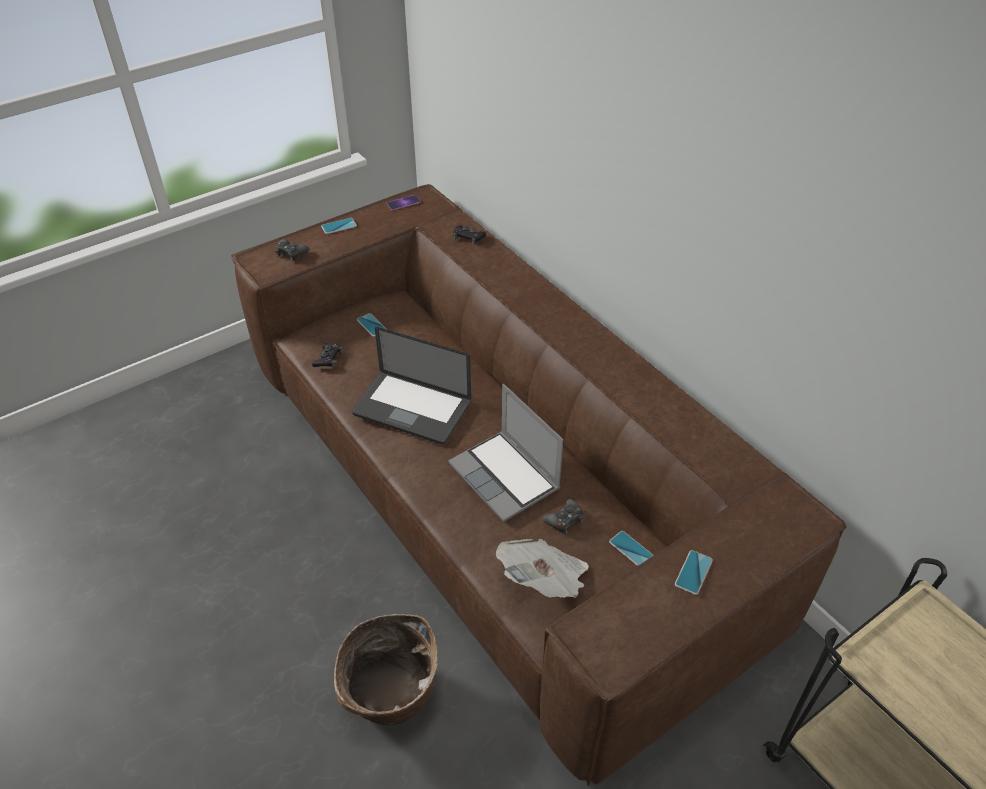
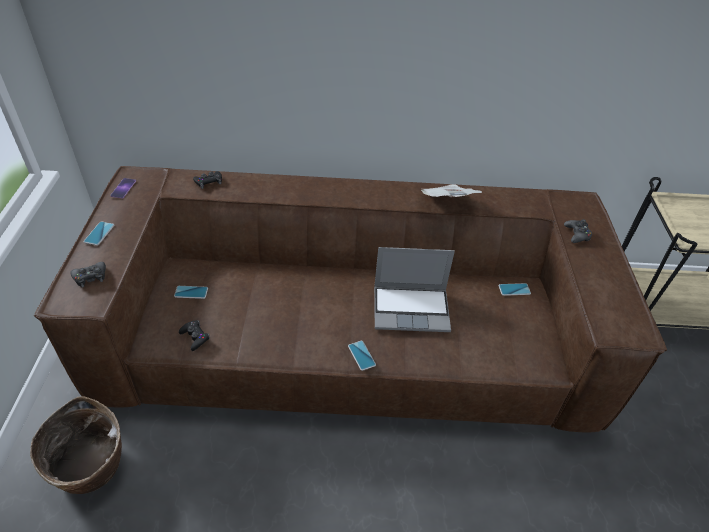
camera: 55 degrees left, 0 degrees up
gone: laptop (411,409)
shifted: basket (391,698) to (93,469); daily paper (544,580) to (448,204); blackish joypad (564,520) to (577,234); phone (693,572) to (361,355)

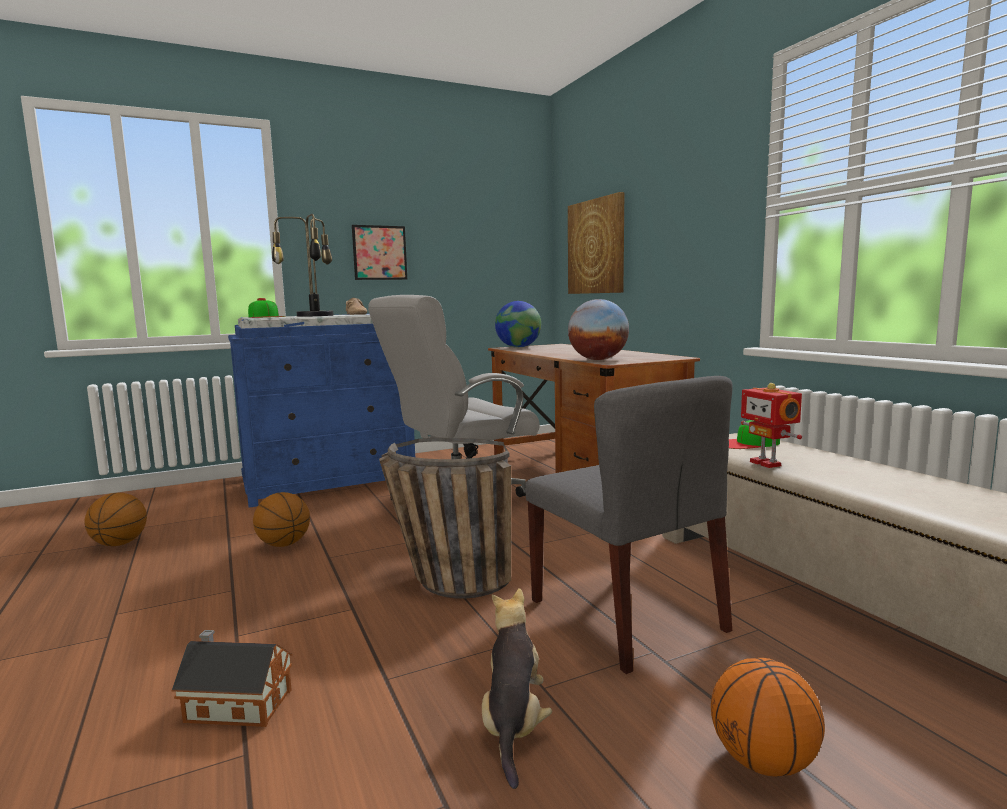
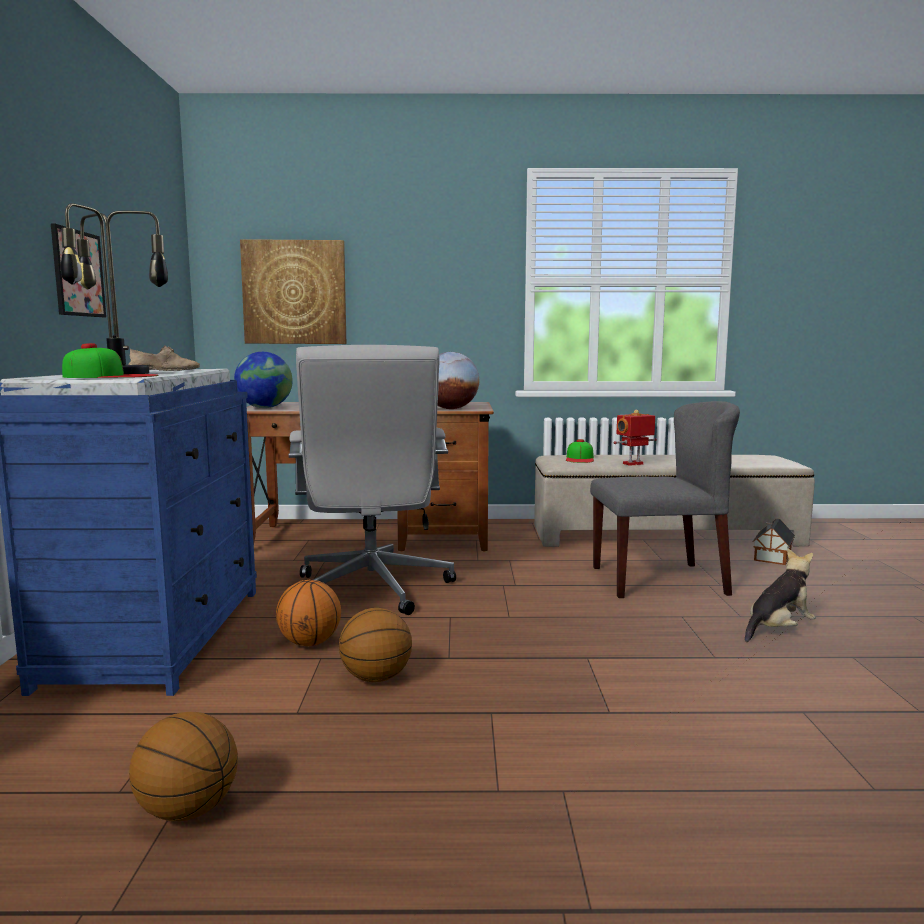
camera: 65 degrees left, 0 degrees up
gone: basket (441,581)
shifted: model house (235,704) to (771,557); basketball (763,761) to (310,643)
rotated: plush toy (514,724) = (778,629) 120 degrees clockwise; robot figure (767,463) = (633,464) 150 degrees clockwise

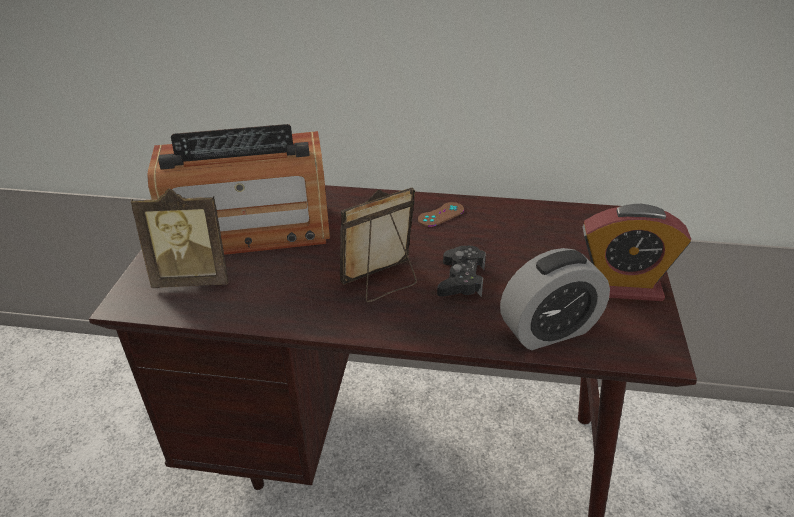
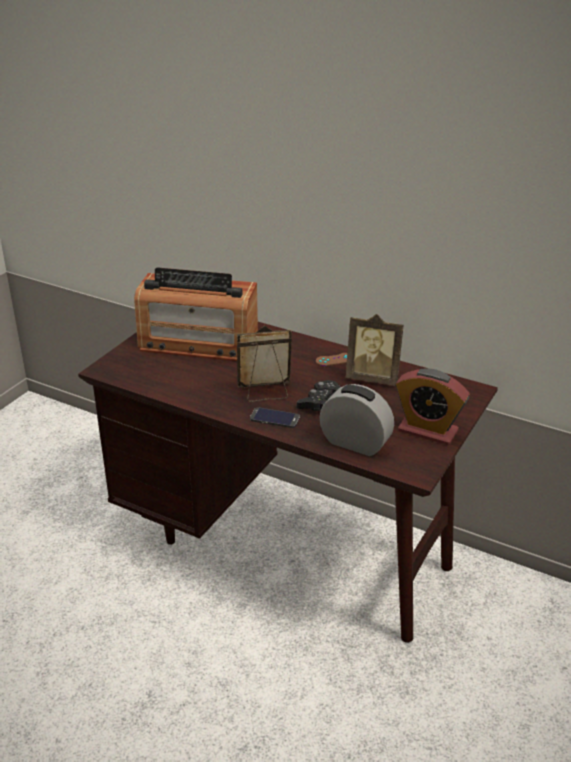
camera: 20 degrees right, 5 degrees down
new: phone (274,418)
shifted: picture frame (194,278) to (373,378)
rotated: table clock (549,330) = (355,443) 150 degrees counterclockwise

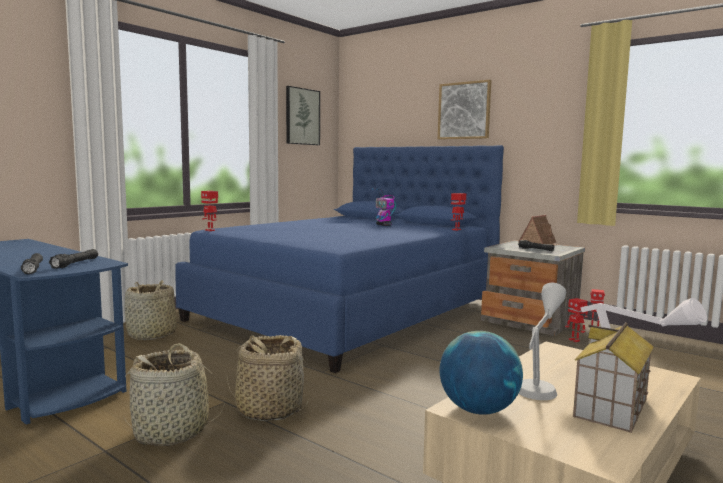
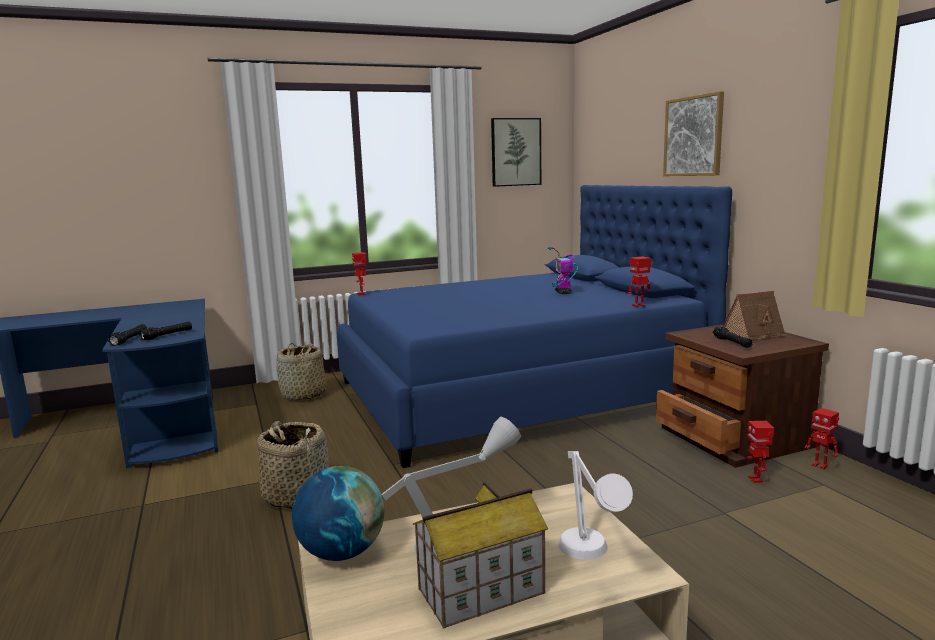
camera: 30 degrees right, 5 degrees up
gone: basket (172,431)
repainted: grey night table (529,321) to brownish night table (732,438)

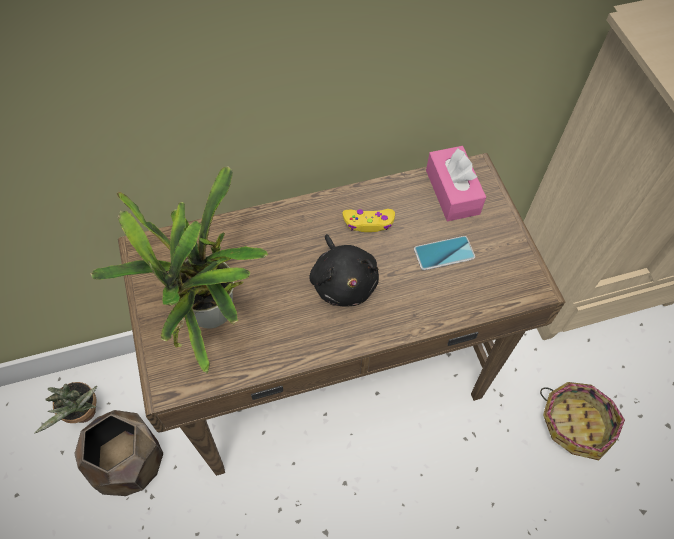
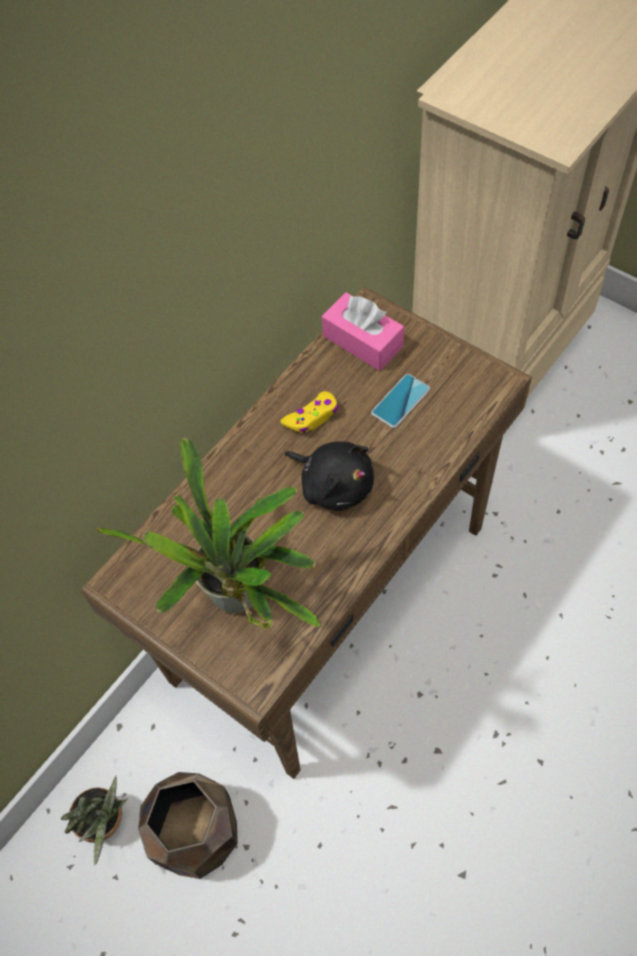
camera: 30 degrees left, 0 degrees up
gone: basket (576,423)

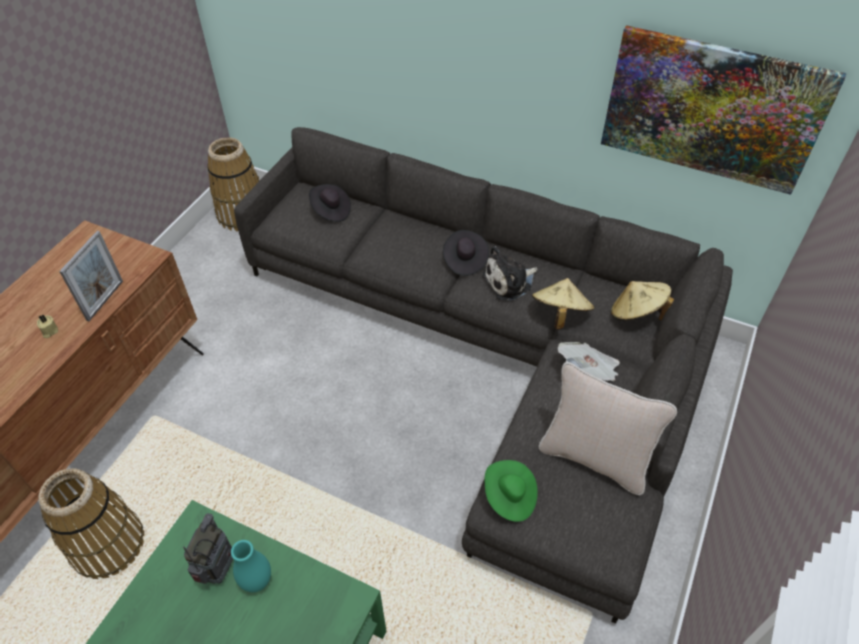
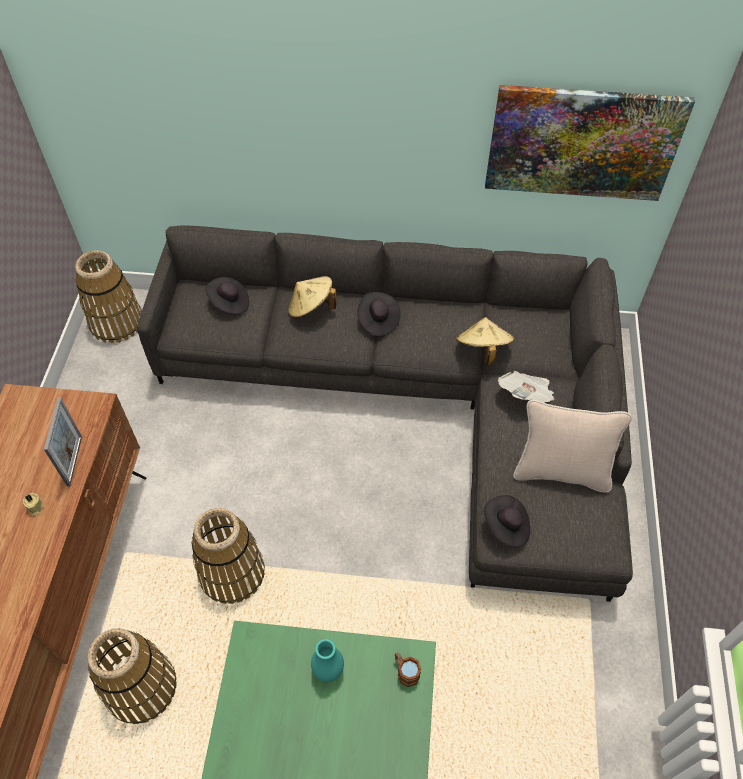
camera: 20 degrees left, 5 degrees up
gone: radio set (218,568); plush toy (510,282)
new: basket (231,572); mug (405,671)
shifted: beige-coloured clothing hat (637,314) to (311,308)
repainted: greenish clothing hat (509,497) to blackish clothing hat (506,527)

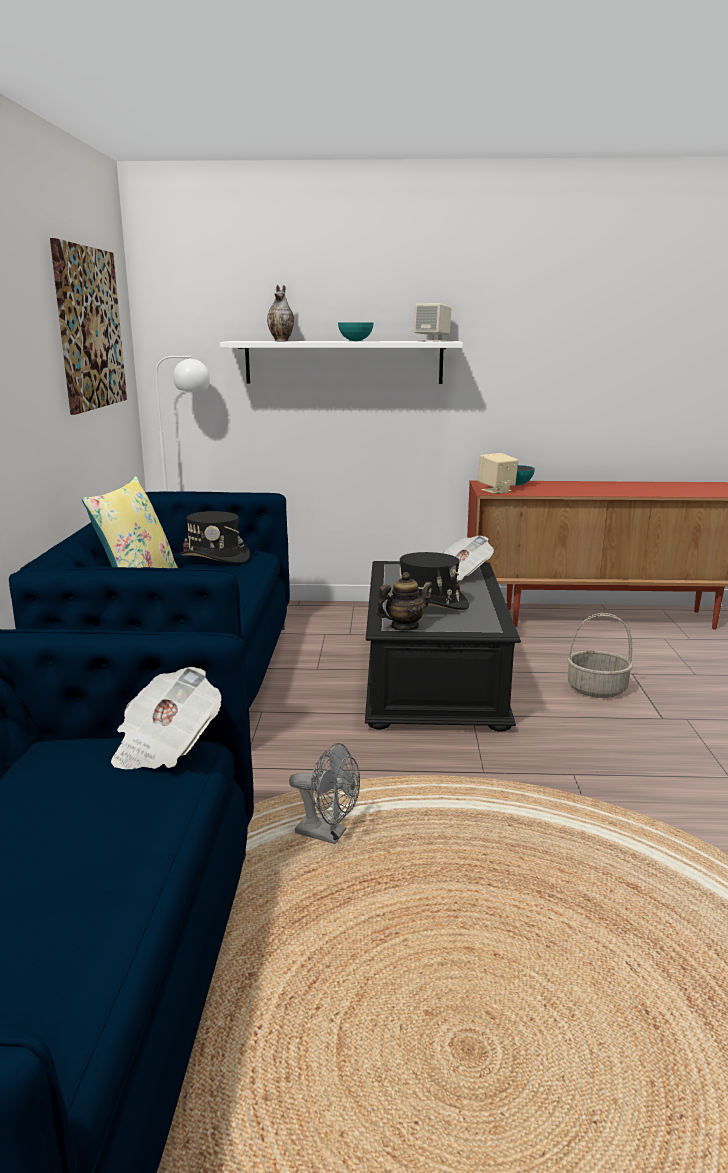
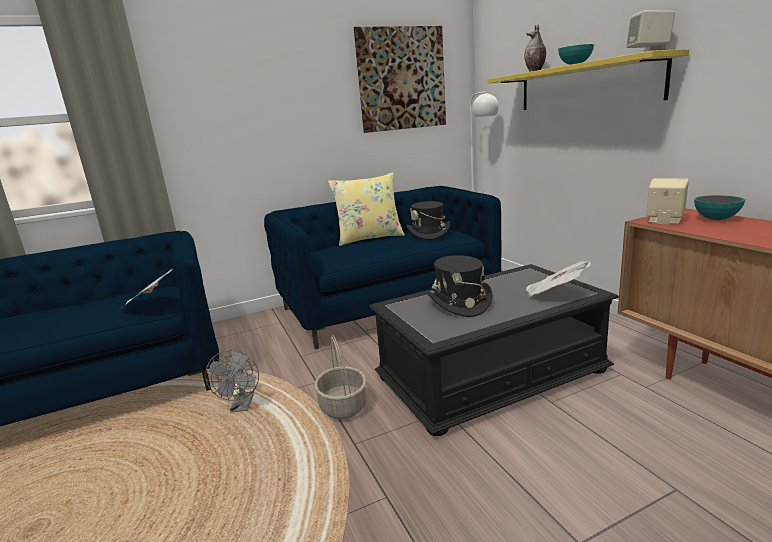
camera: 65 degrees right, 0 degrees up
gone: tea pot (404,626)
shifted: basket (597,689) to (344,406)
repainted: white-coloured bracket shelf (344,362) to yellowish bracket shelf (585,86)

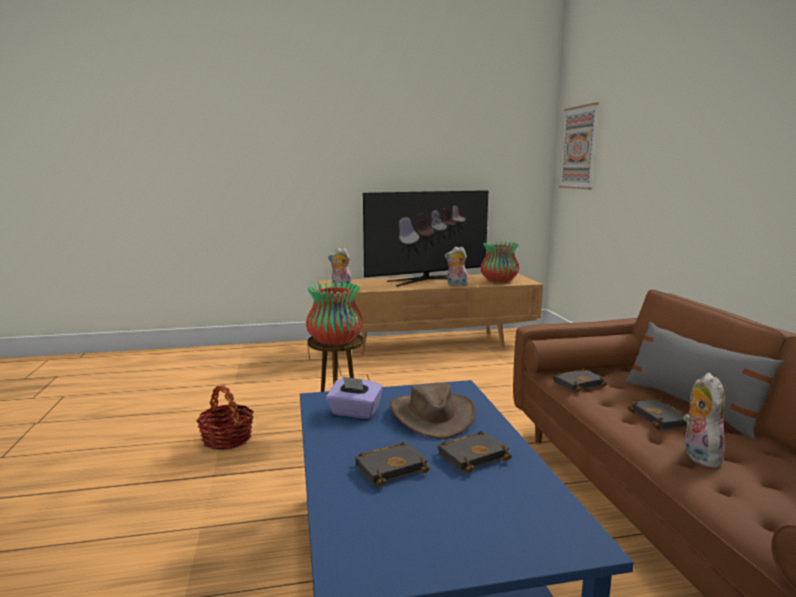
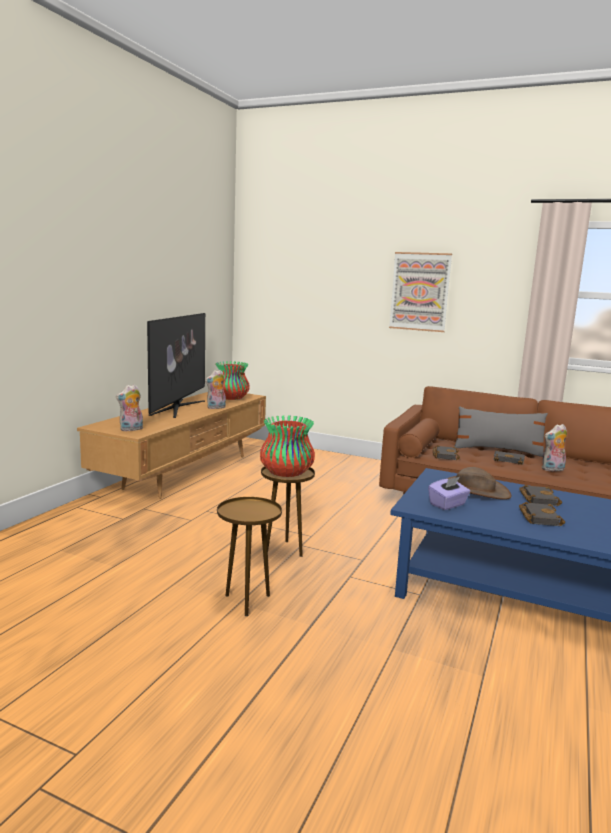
camera: 55 degrees left, 0 degrees up
shifted: wall art (579,147) to (420,291)
swapped: basket (227,439) to brownish side table (247,602)
rotated: plush toy (698,455) = (553,469) 60 degrees counterclockwise

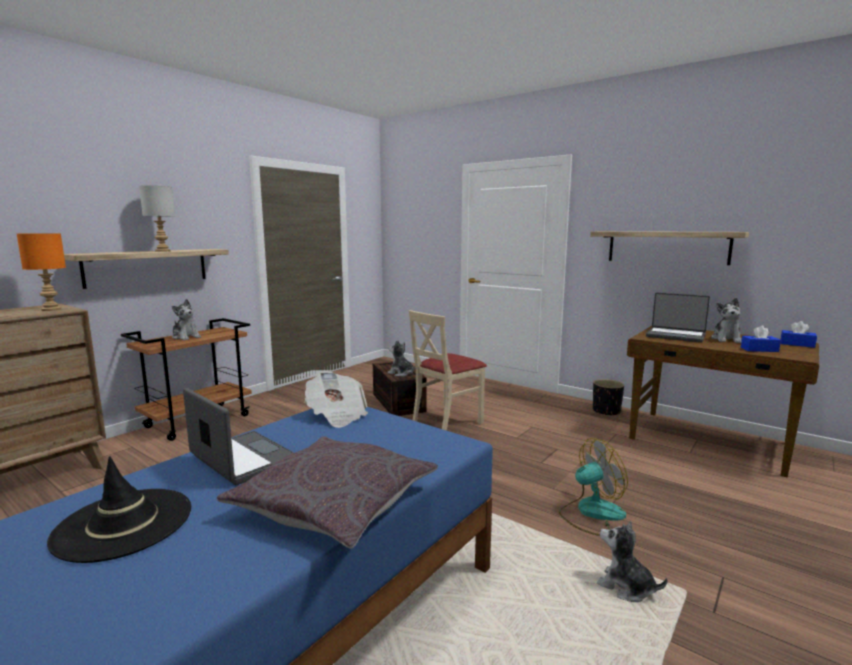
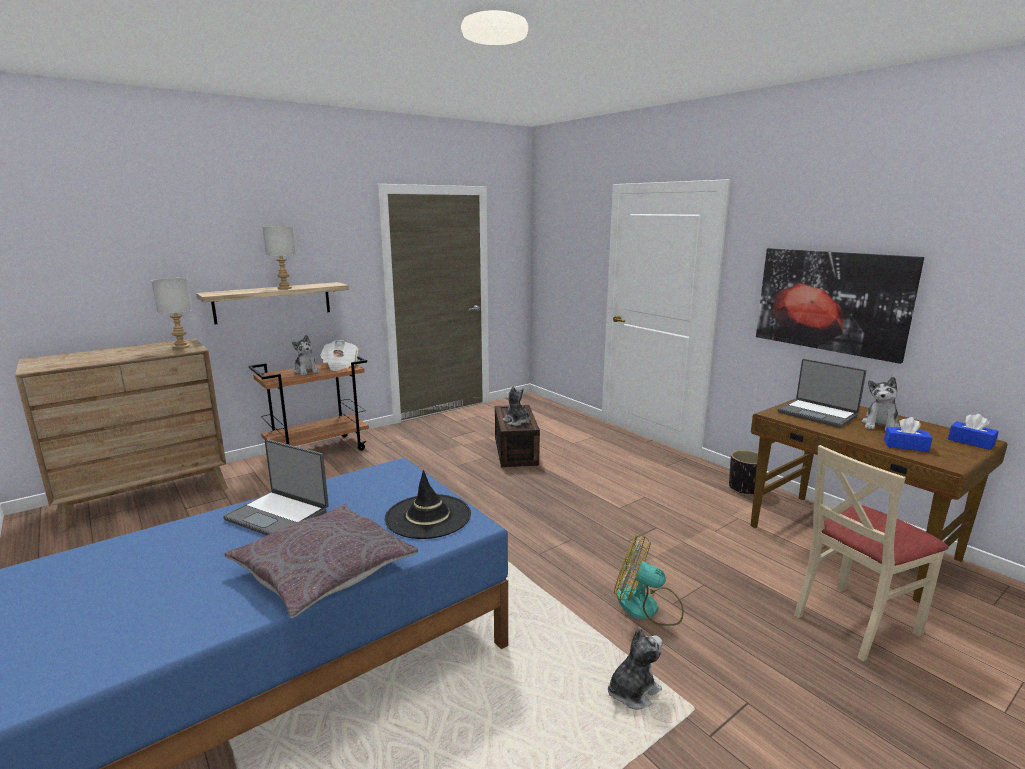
camera: 15 degrees right, 5 degrees up
shifted: blackish clothing hat (124,524) to (428,517); daily paper (337,415) to (340,365); beige-coloured chair (446,422) to (854,621)
swapped: bracket shelf (667,247) to wall art (831,301)
repainted: orange lamp for a table (50,309) to grey lamp for a table (180,347)
rotated: laptop (241,459) = (278,515) 150 degrees clockwise; electric fan (591,513) = (647,607) 150 degrees counterclockwise; plush toy (625,587) = (632,691) 90 degrees clockwise

